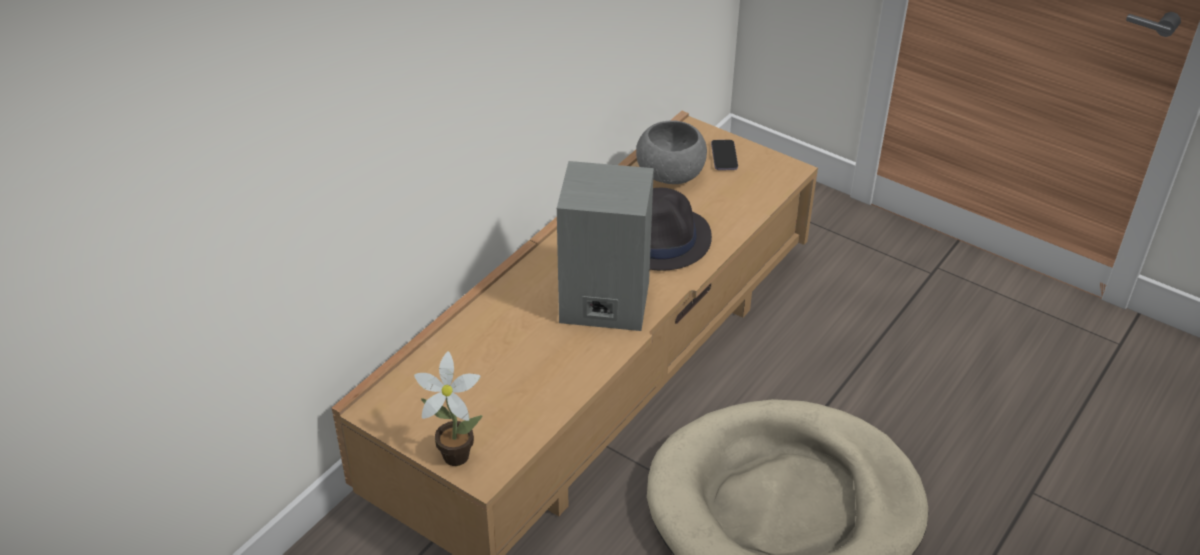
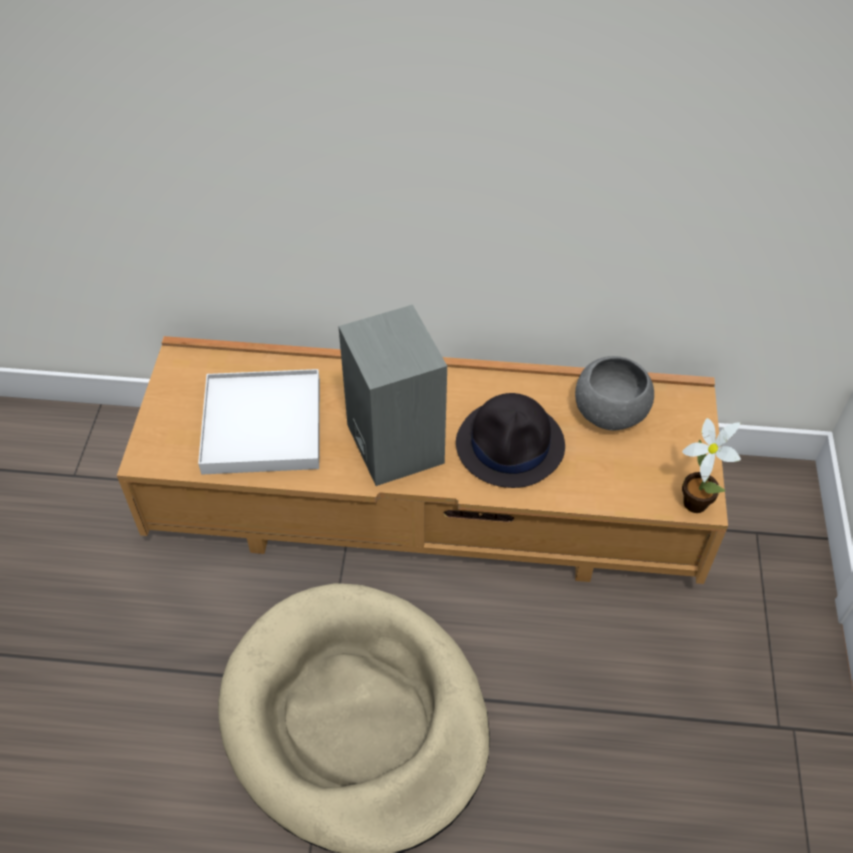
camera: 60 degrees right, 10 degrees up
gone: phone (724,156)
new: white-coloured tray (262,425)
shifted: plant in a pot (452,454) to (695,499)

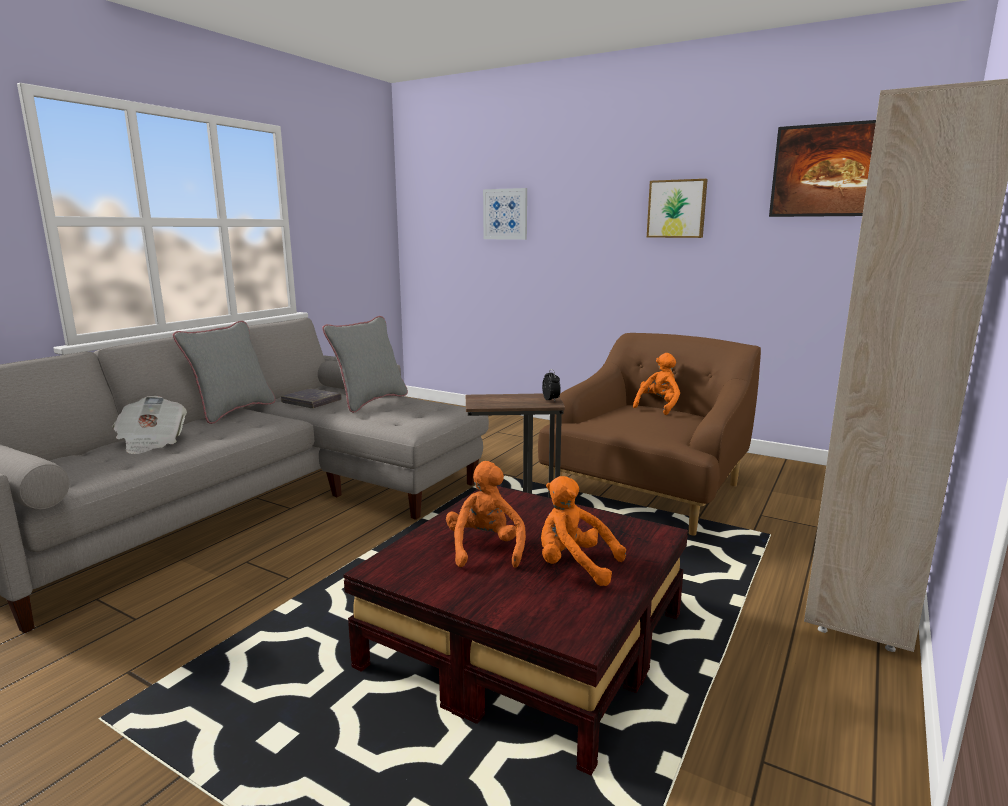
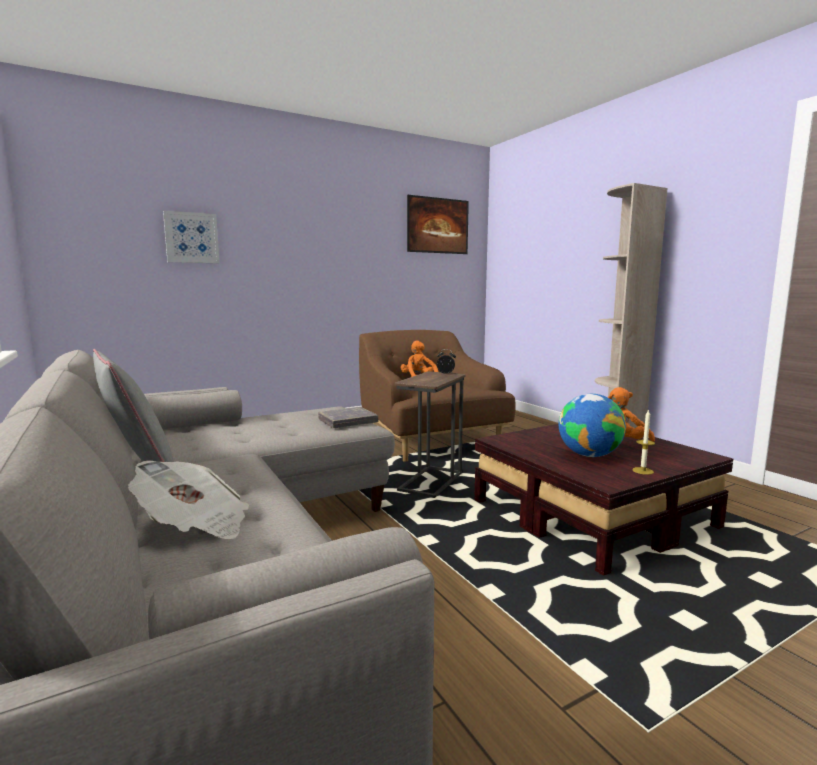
camera: 60 degrees left, 5 degrees down
gone: grey pillow (370,401); wall art (677,209)
new: candle (643,471)
shifted: grey book (311,402) to (348,421)
swapped: orange plush toy (485,549) to globe (589,455)

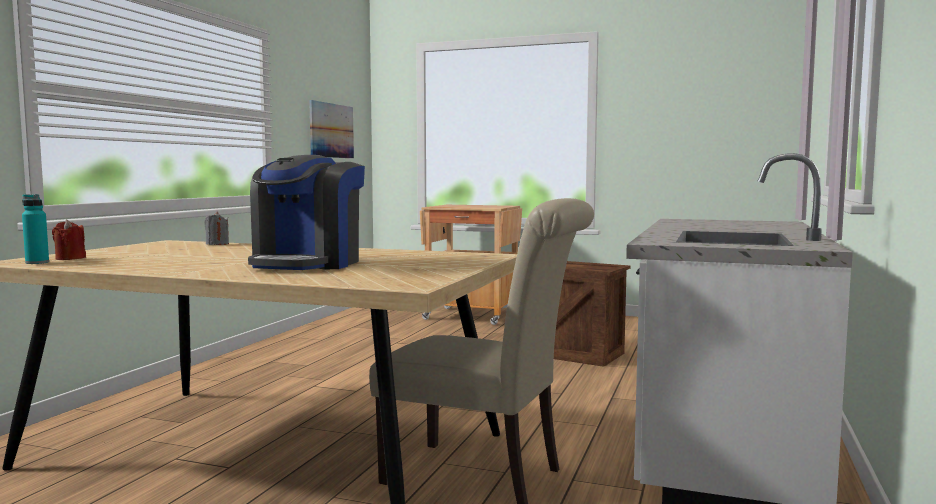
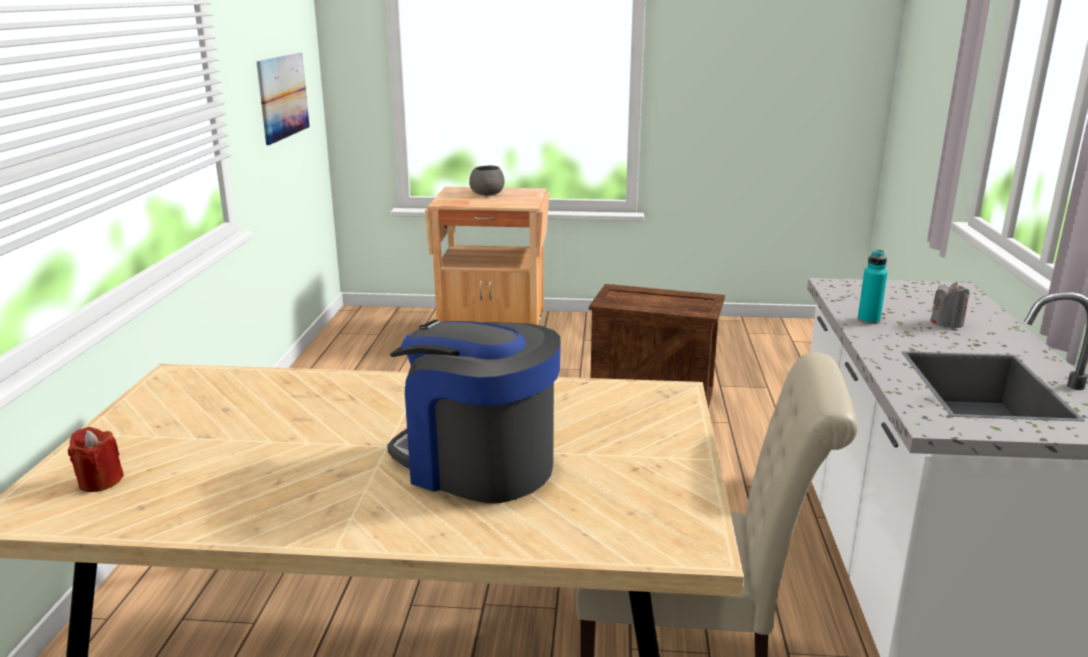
camera: 15 degrees left, 15 degrees up
new: grey bowl (487,193)
shifted: blue-green bottle (37,262) to (868,320); grey candle (217,244) to (947,323)
rotated: coffee brewer (307,264) = (476,464) 120 degrees clockwise

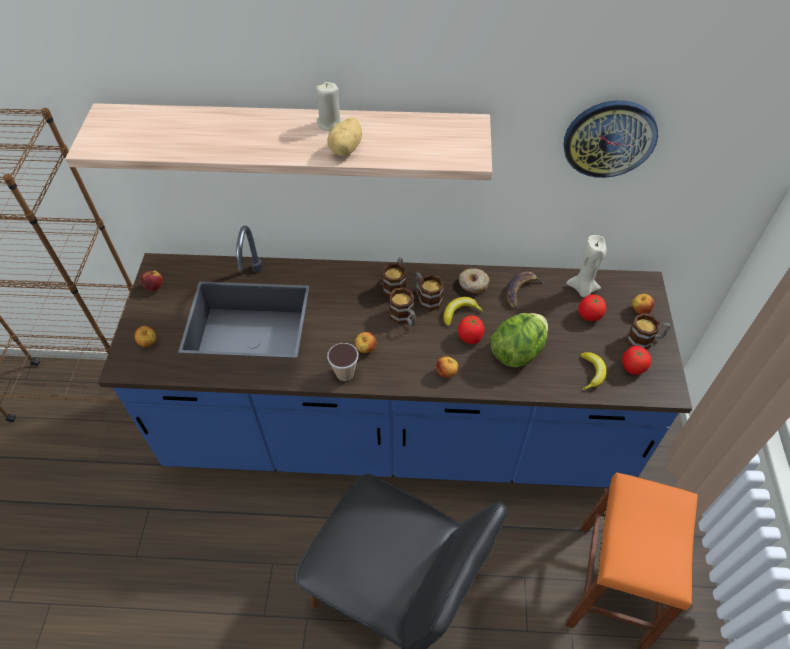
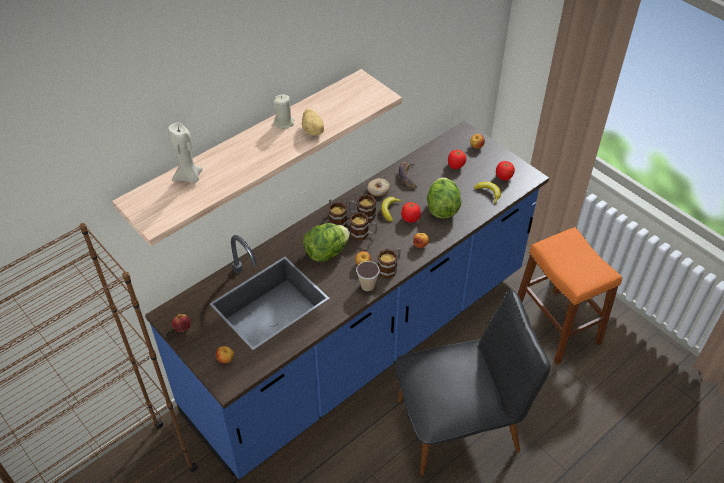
camera: 45 degrees left, 5 degrees down
gone: wall clock (609,138)
new: lettuce head (326,252)
shifted: beige-coloured candle (582,289) to (189,177); mug (644,340) to (390,268)

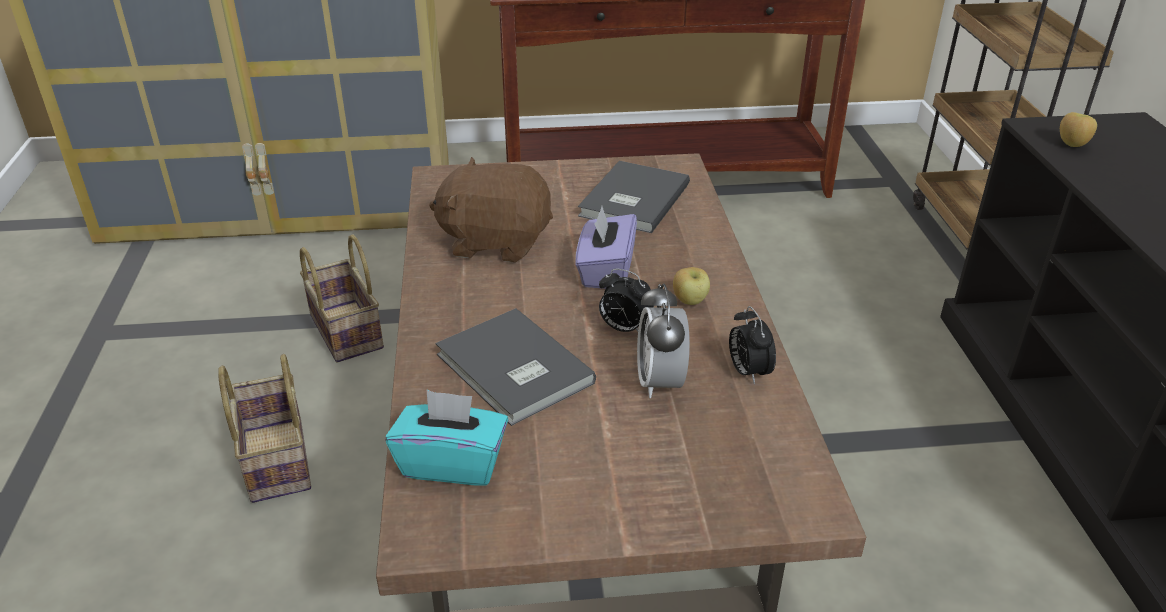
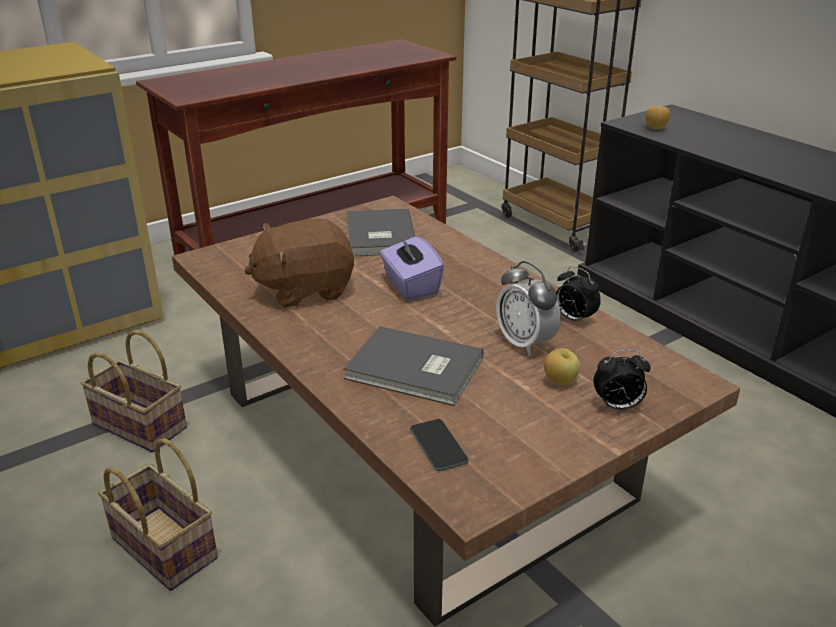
camera: 30 degrees left, 5 degrees down
shifted: table clock (623,328) to (617,407); apple fruit (690,301) to (560,381)
swapped: blue-green box of tissues (452,463) to phone (438,445)

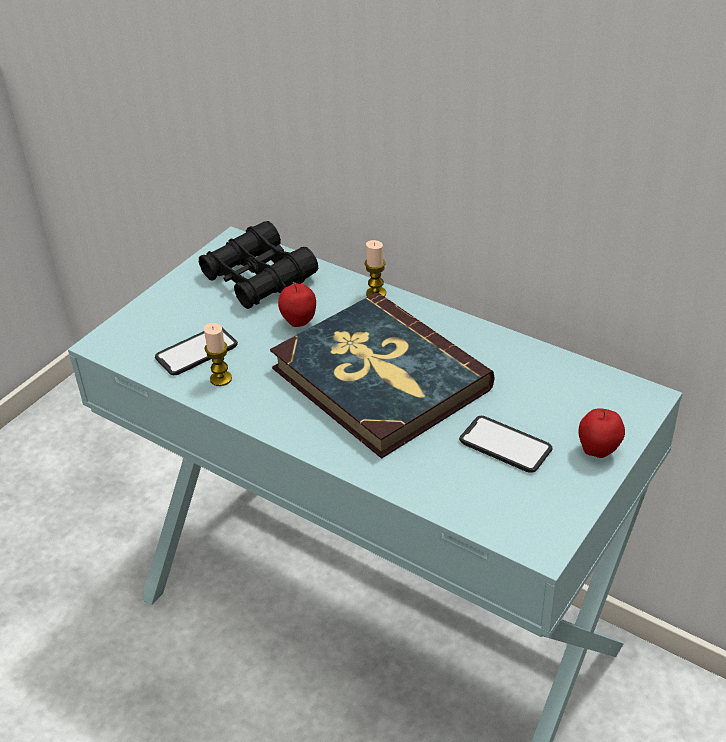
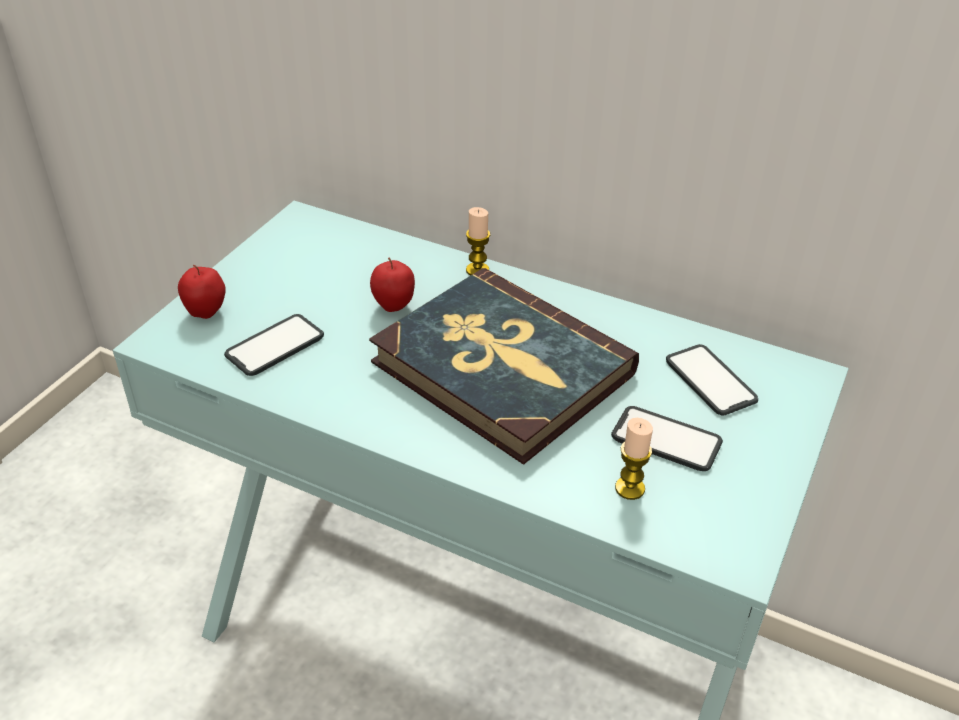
camera: 10 degrees left, 0 degrees up
gone: blackish binoculars (258,277)
new: phone (710,381)
shifted: candle (221,379) to (630,488); apple fruit (598,452) to (206,313)

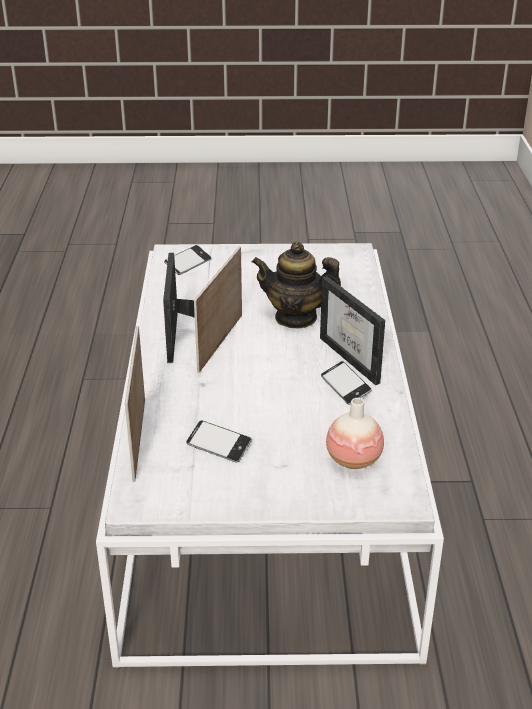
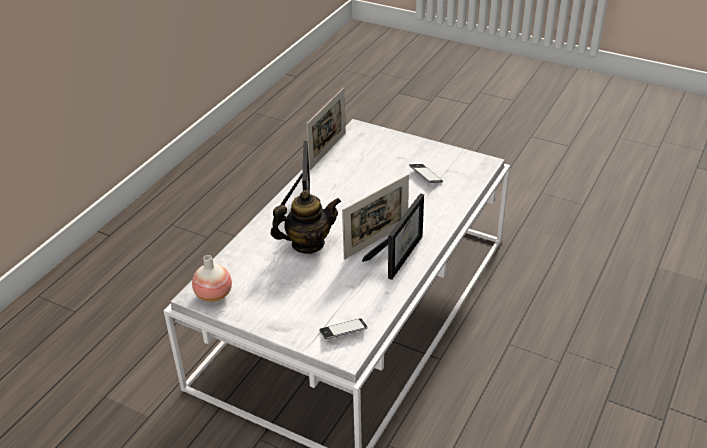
camera: 150 degrees left, 5 degrees up
gone: phone (345,387)
shifted: picture frame (139,439) to (328,151); flower vase (353,460) to (214,295)
rotated: tea pot (296,317) = (308,244) 60 degrees counterclockwise

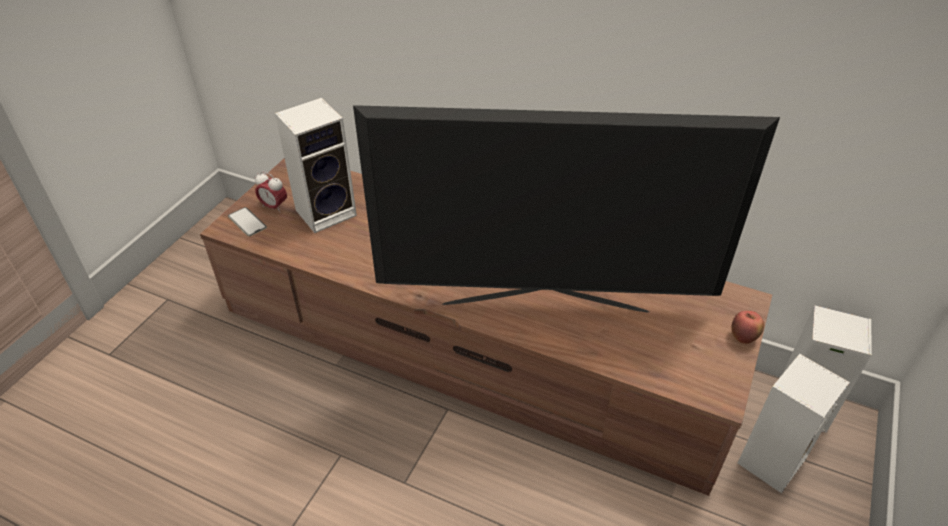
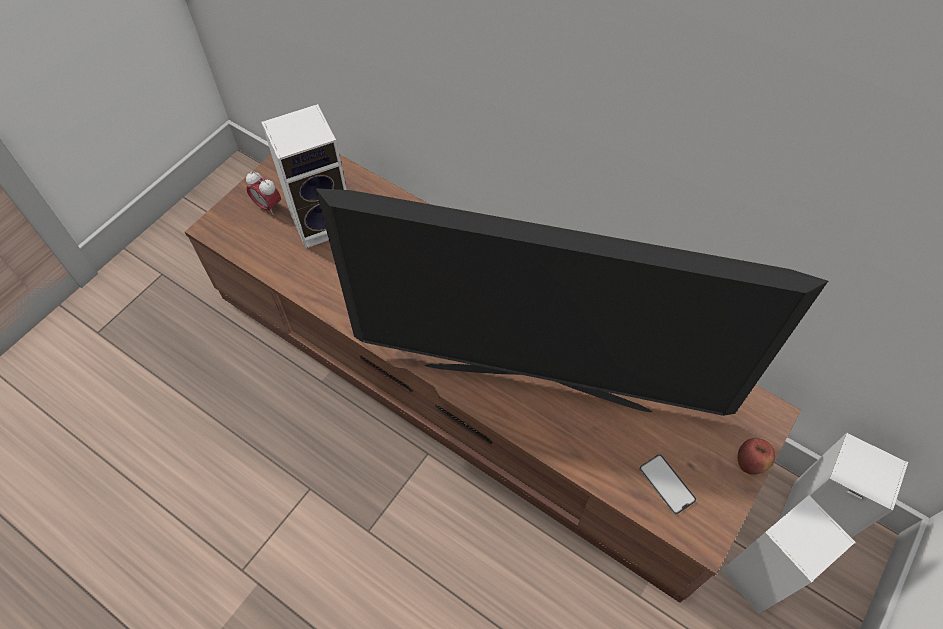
camera: 10 degrees right, 15 degrees up
shifted: phone (247,222) to (667,484)

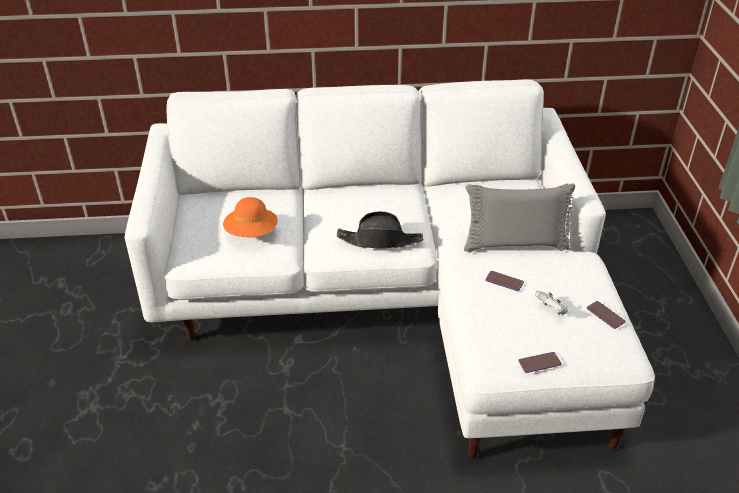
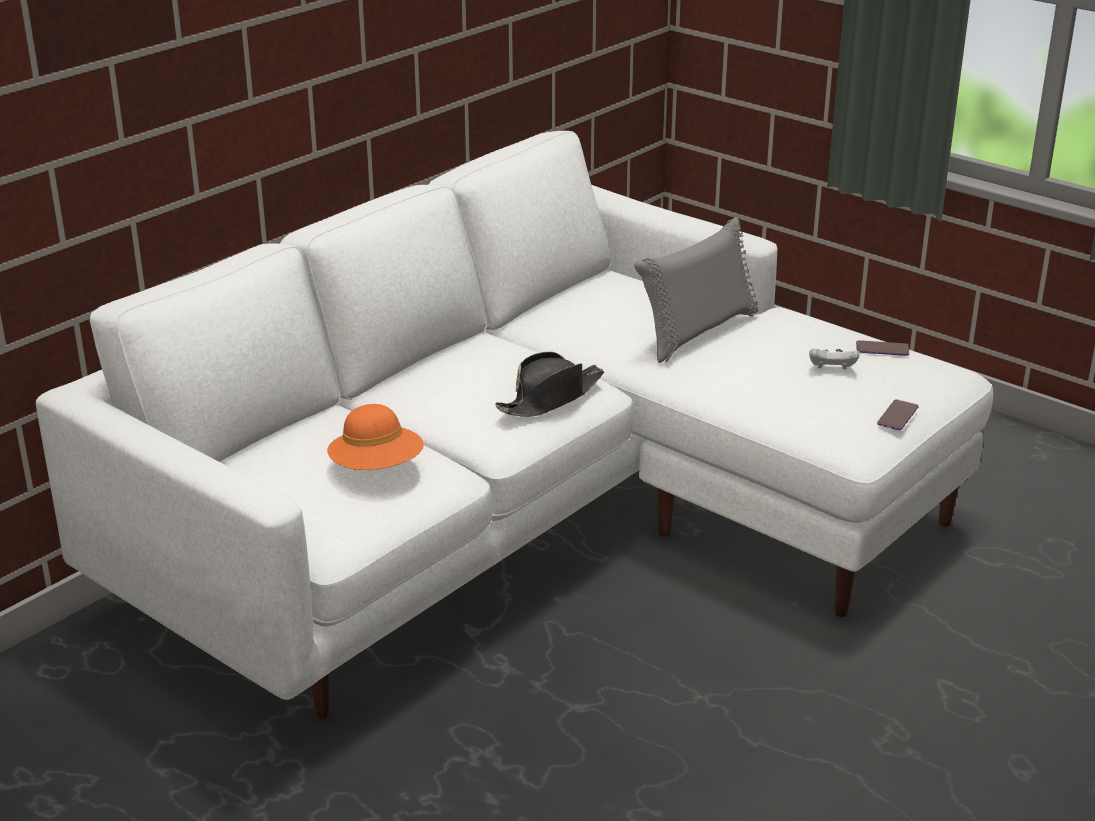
camera: 45 degrees left, 10 degrees down
gone: phone (504,281)

